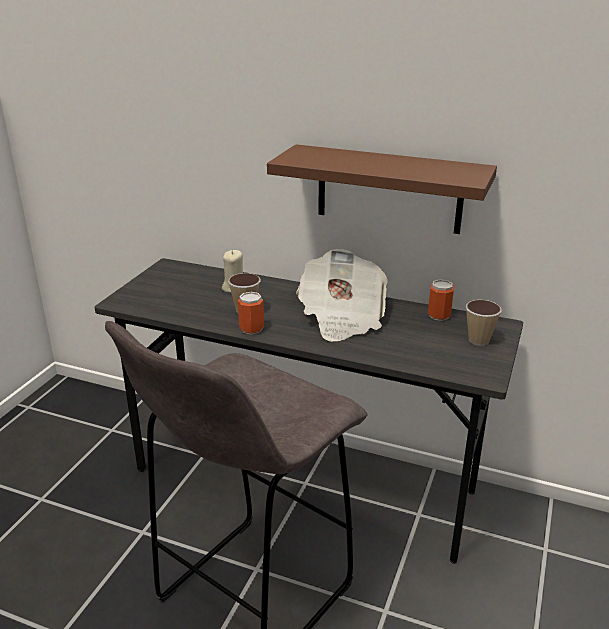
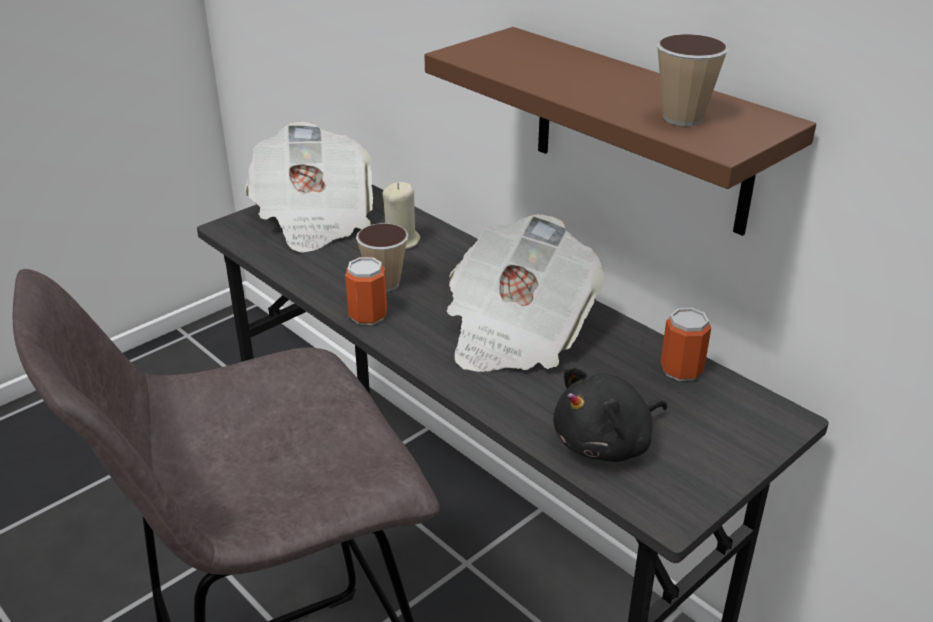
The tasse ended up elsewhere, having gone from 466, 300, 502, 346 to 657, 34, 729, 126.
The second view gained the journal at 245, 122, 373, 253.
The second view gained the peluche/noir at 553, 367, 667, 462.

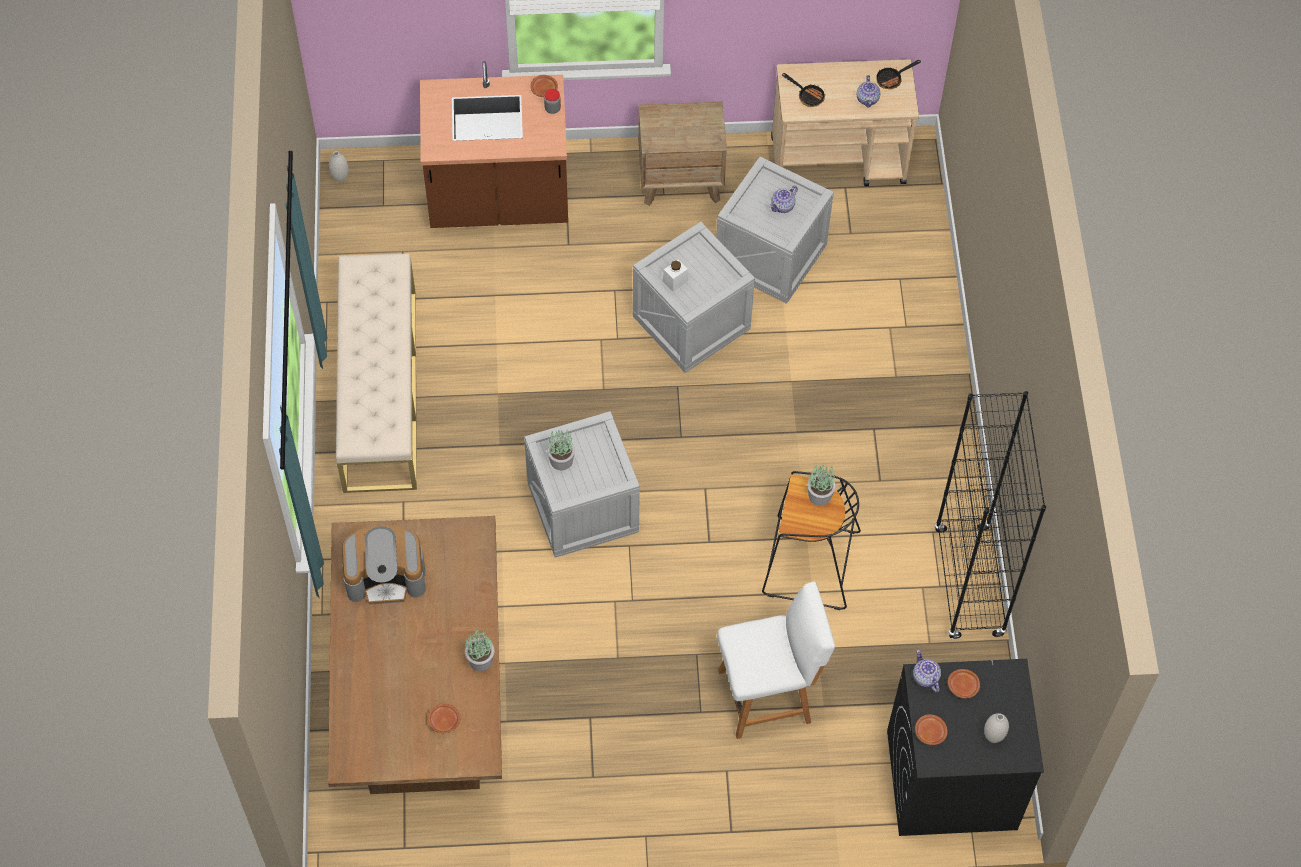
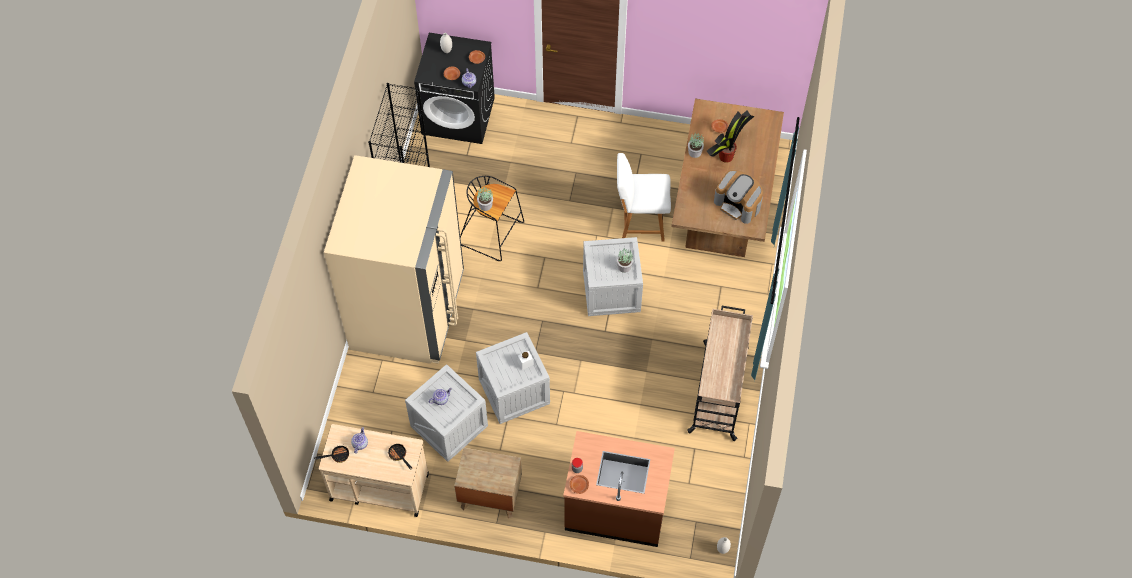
Where the banc/beige stood at 336, 253, 417, 493, the chariot/beige came to stand at 687, 306, 753, 441.
The machine à café at 342, 525, 426, 605 ended up facing another way, 150 degrees counterclockwise from before.
The chaise/blanc ended up elsewhere, having gone from 717, 581, 835, 739 to 617, 153, 671, 242.
The second view gained the réfrigérateur/beige at 324, 155, 464, 364.
The second view gained the plante en pot at 707, 110, 755, 163.

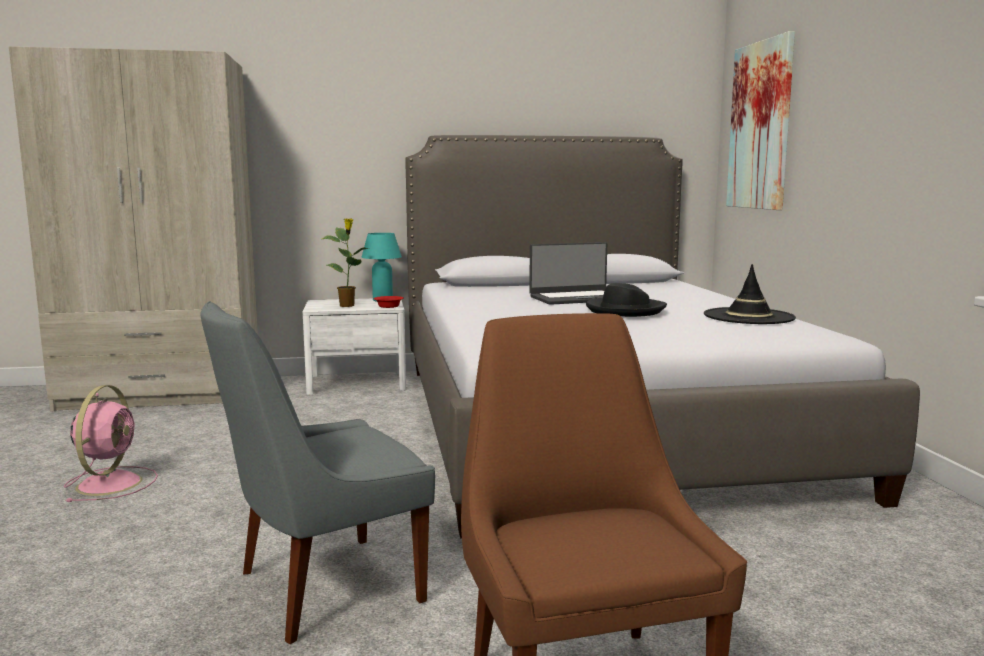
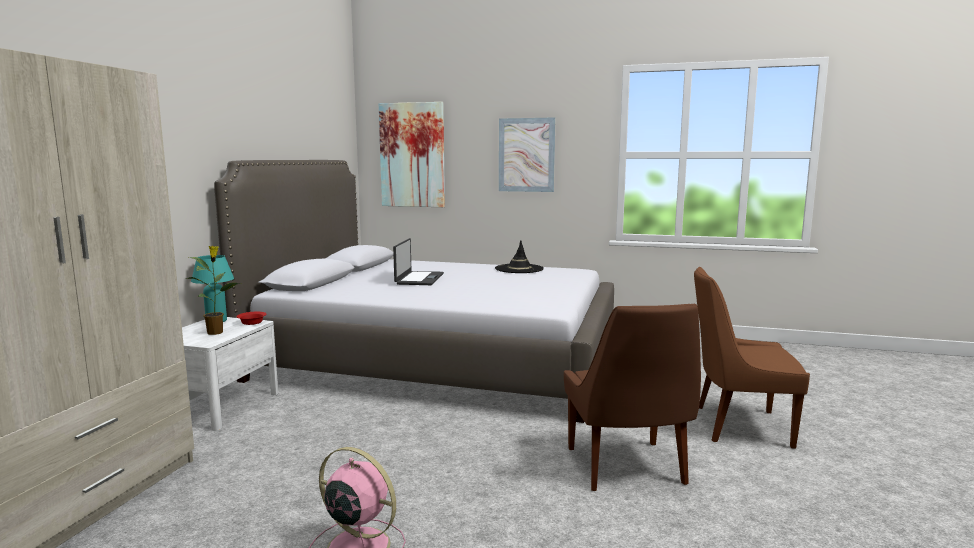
What was the chaise/gris at 200, 301, 435, 644 turned into the chaise/marron at 564, 304, 701, 491.
The second view lost the chapeau/noir at 586, 283, 667, 317.
The second view gained the tableau at 499, 117, 555, 192.

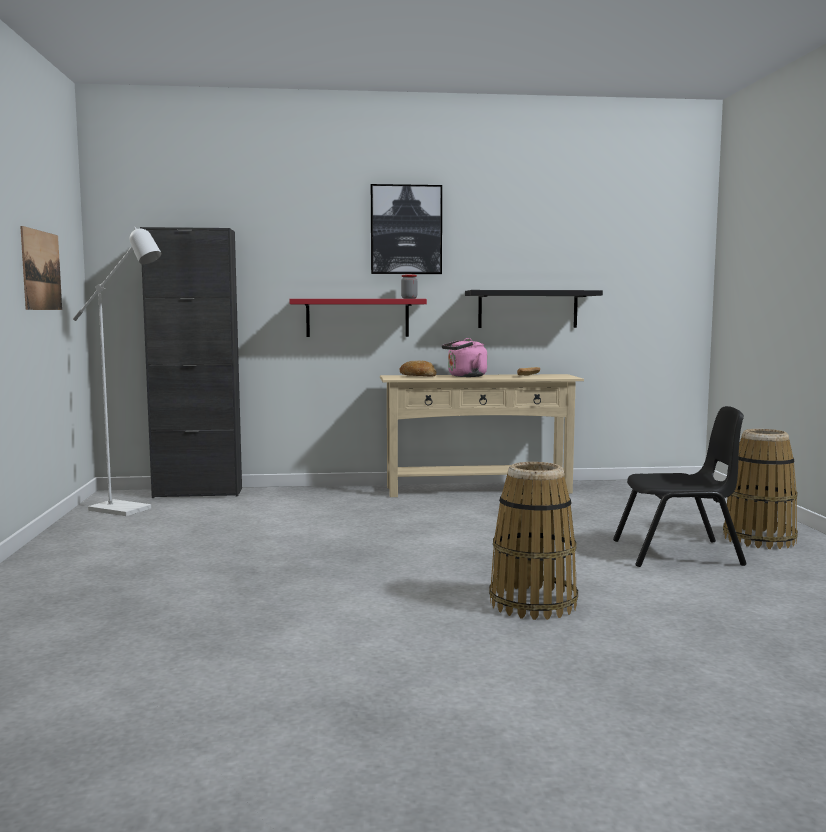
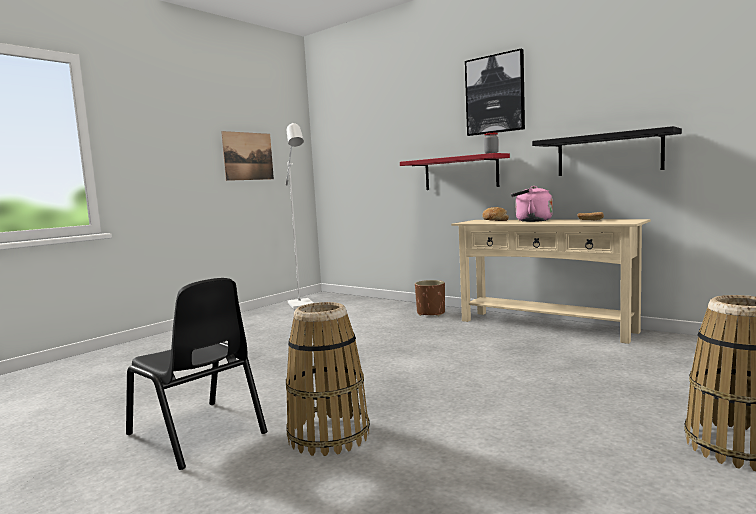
The second view lost the meuble de rangement/noir at 140, 227, 242, 498.
The chaise/noir ended up elsewhere, having gone from 613, 406, 746, 567 to 126, 278, 267, 470.
The second view gained the cache-pot/marron at 415, 280, 445, 316.

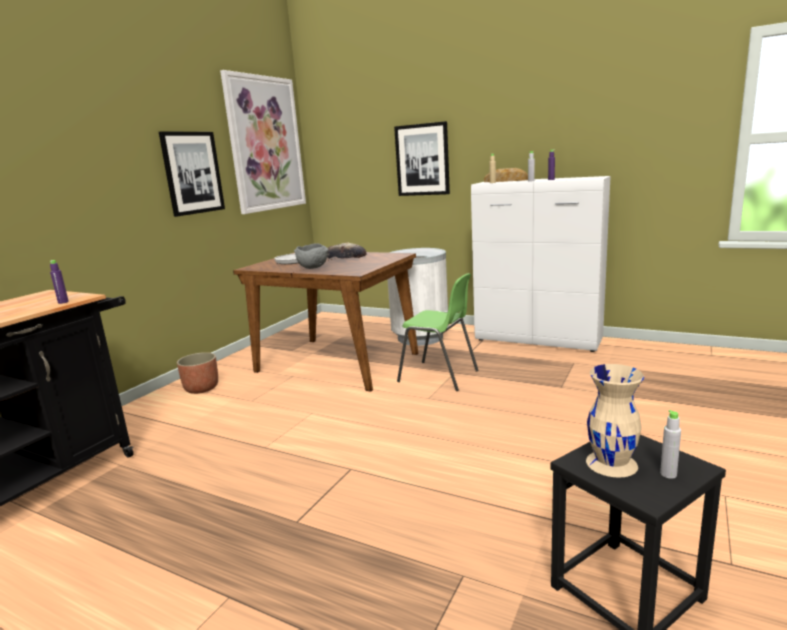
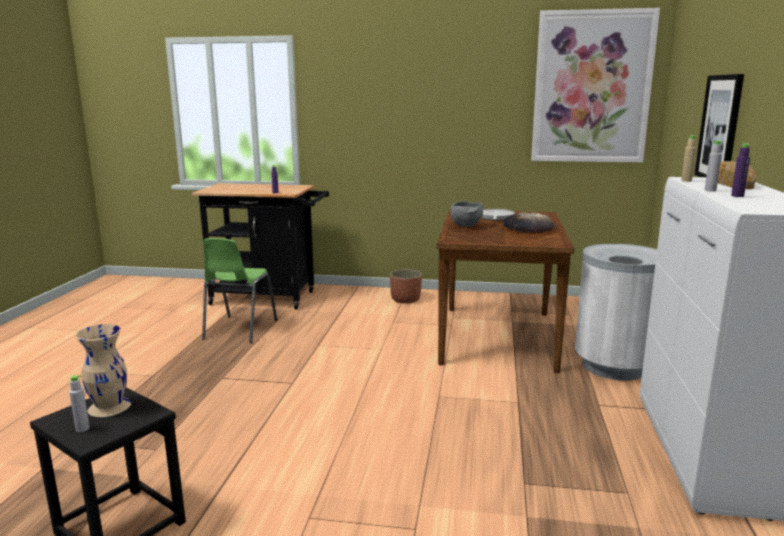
The second view lost the tableau at 159, 131, 225, 217.
The chaise/vert ended up elsewhere, having gone from 397, 273, 479, 391 to 202, 238, 277, 343.

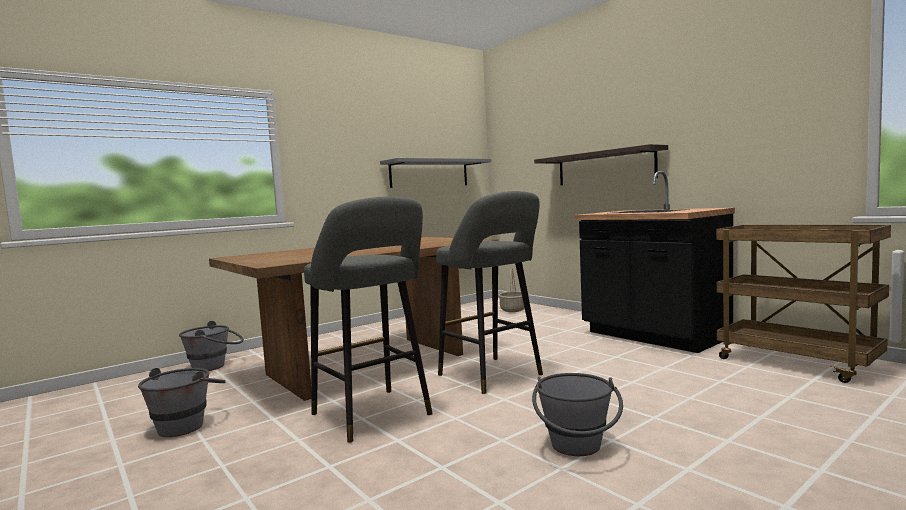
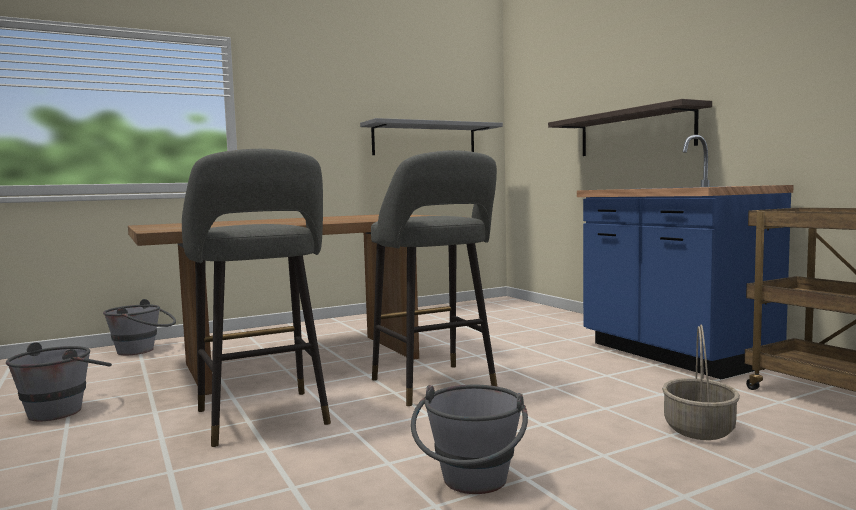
The panier ended up elsewhere, having gone from 499, 268, 524, 312 to 662, 324, 740, 440.
What was the comptoir de cuisine/noir at 575, 171, 735, 353 turned into the comptoir de cuisine/bleu at 577, 135, 794, 379.

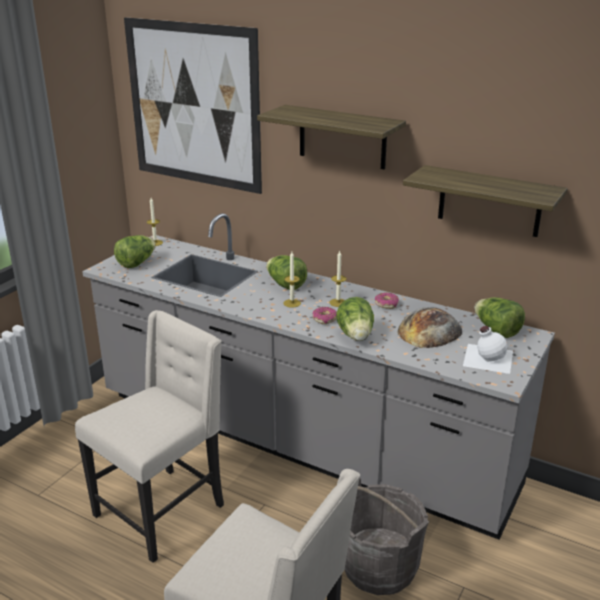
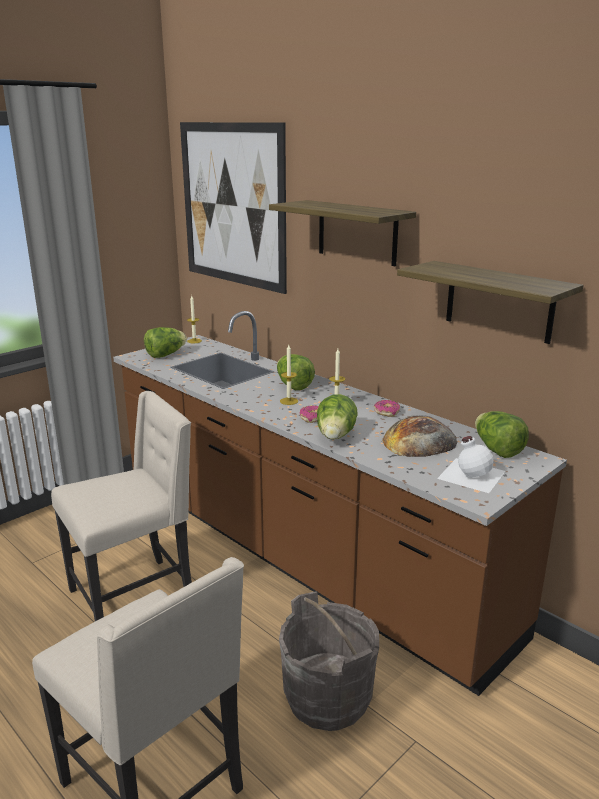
What was the comptoir de cuisine/gris at 82, 213, 555, 540 turned into the comptoir de cuisine/marron at 113, 311, 567, 696.

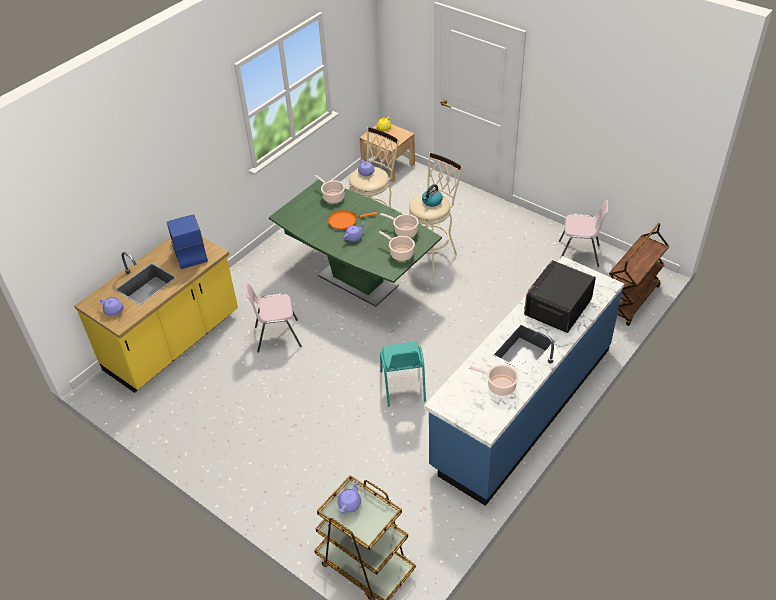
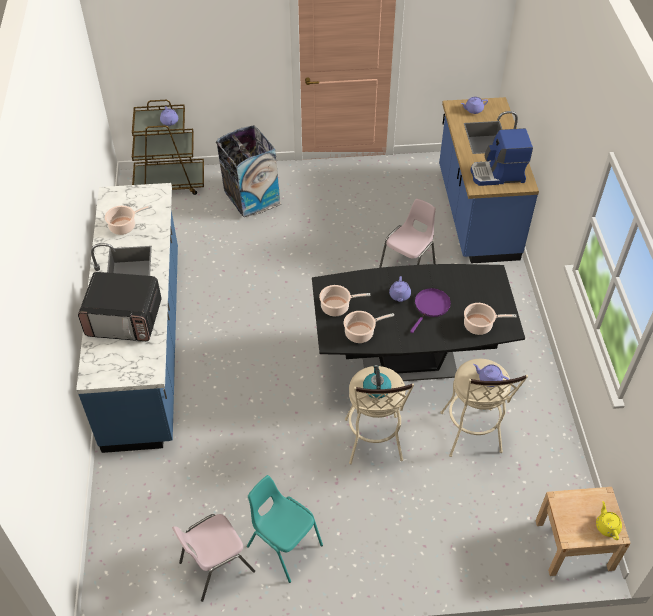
What was the comptoir de cuisine/jaune at 74, 237, 238, 393 turned into the comptoir de cuisine/bleu at 439, 97, 539, 264.
The machine à café at 167, 215, 208, 269 ended up facing another way, 150 degrees clockwise from before.
What was the table à manger/vert at 269, 179, 442, 307 turned into the table à manger/noir at 312, 264, 525, 381.
What was the poêle/orange at 328, 210, 377, 230 turned into the poêle/violet at 410, 288, 451, 333.
The chaise/turquoise ended up elsewhere, having gone from 380, 342, 426, 406 to 247, 475, 323, 583.
The micro-ondes at 524, 260, 596, 333 ended up facing another way, 105 degrees clockwise from before.
The second view lost the chariot/marron at 609, 223, 669, 326.
The second view gained the poubelle at 216, 125, 281, 217.

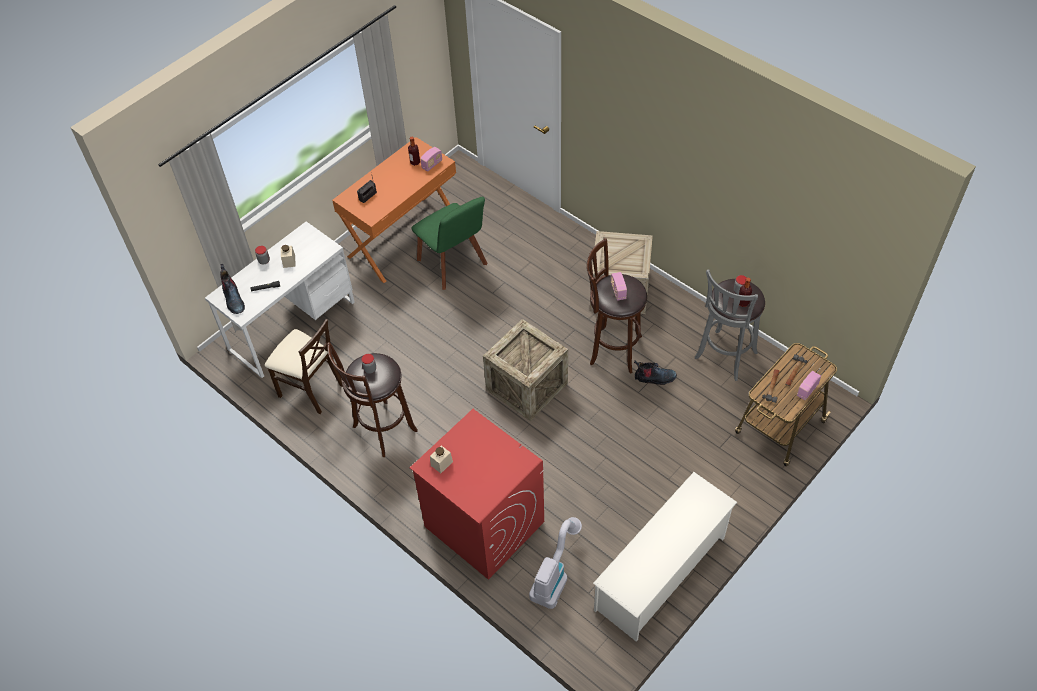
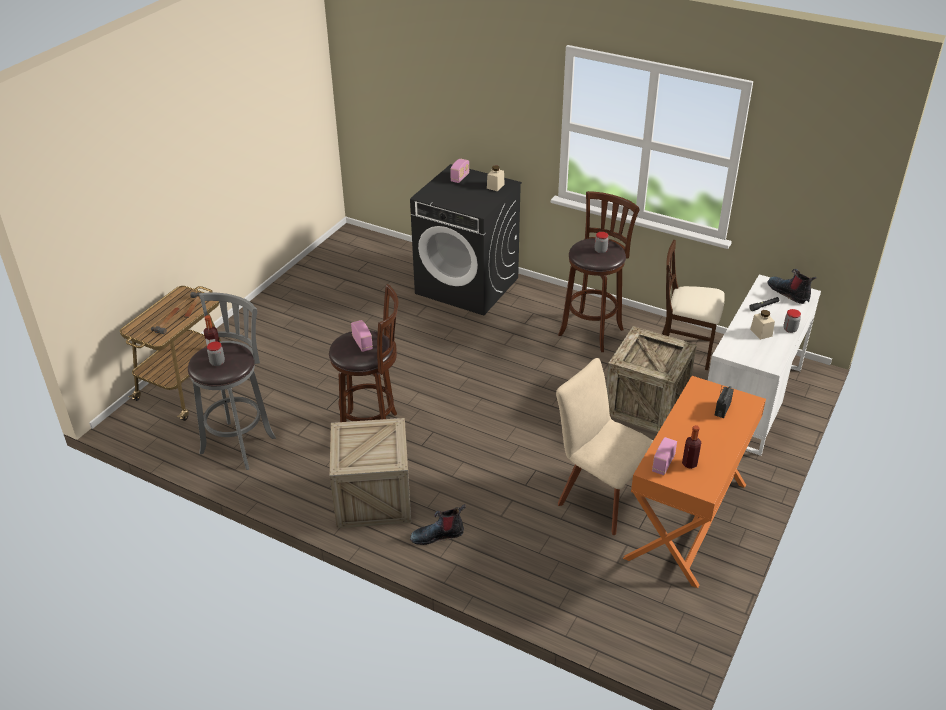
What was the lave-linge/rouge at 410, 409, 544, 580 turned into the lave-linge/noir at 410, 164, 522, 315.
What was the chaise/vert at 411, 197, 487, 290 turned into the chaise/beige at 556, 358, 653, 535.
The caisse ended up elsewhere, having gone from 483, 319, 568, 421 to 606, 326, 697, 432.
The second view lost the aspirateur at 529, 517, 582, 609.
The second view lost the étagère à chaussures/blanc at 593, 472, 737, 642.
The botte ended up elsewhere, having gone from 634, 360, 677, 385 to 410, 504, 466, 545.
The radio ended up elsewhere, having gone from 797, 371, 821, 400 to 450, 159, 469, 183.

